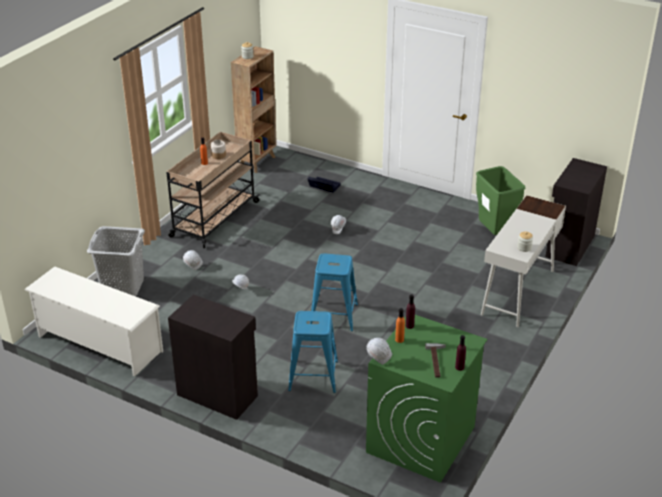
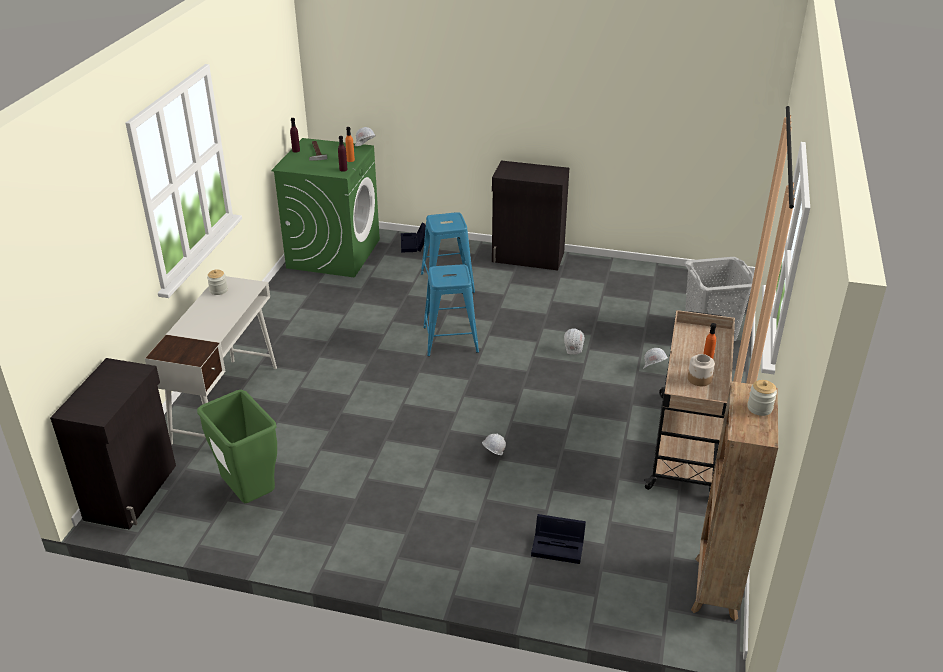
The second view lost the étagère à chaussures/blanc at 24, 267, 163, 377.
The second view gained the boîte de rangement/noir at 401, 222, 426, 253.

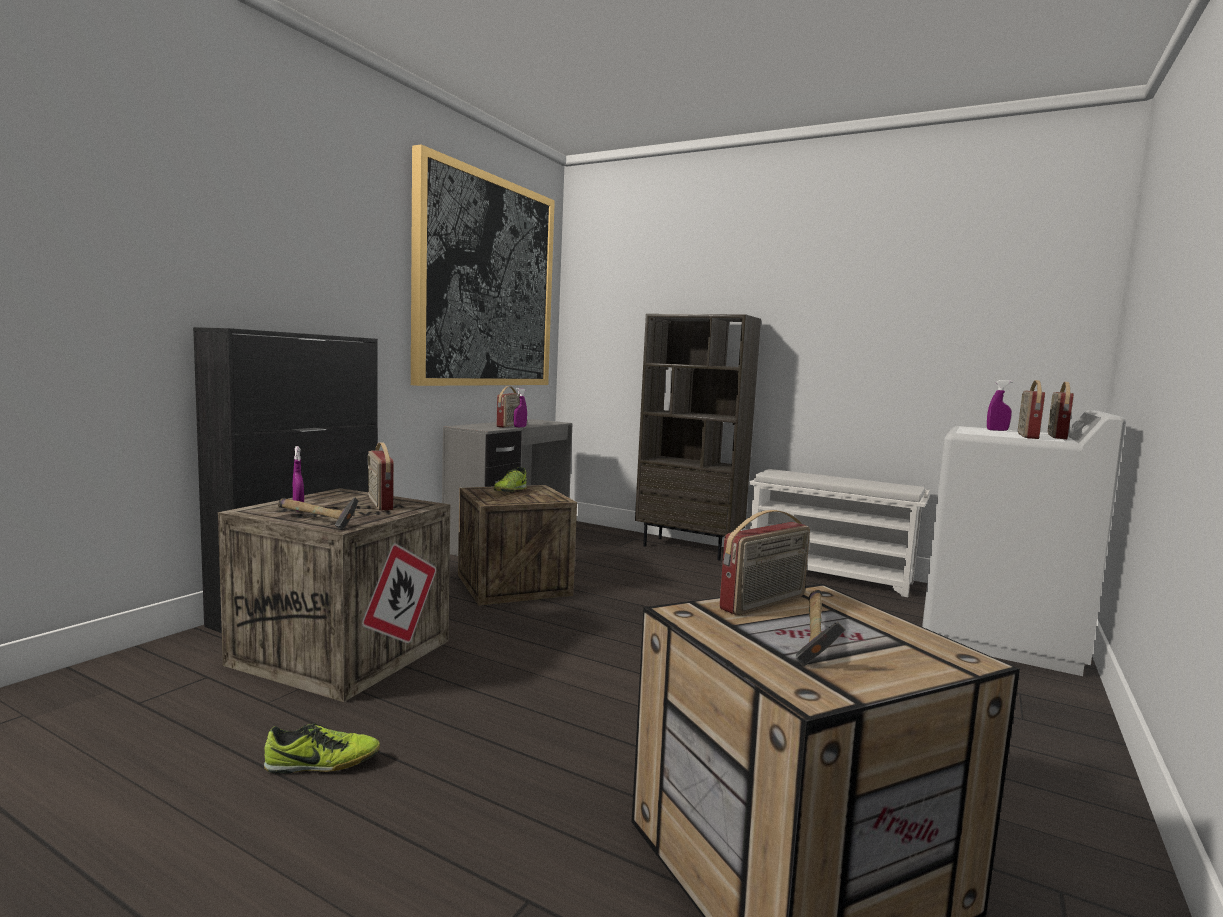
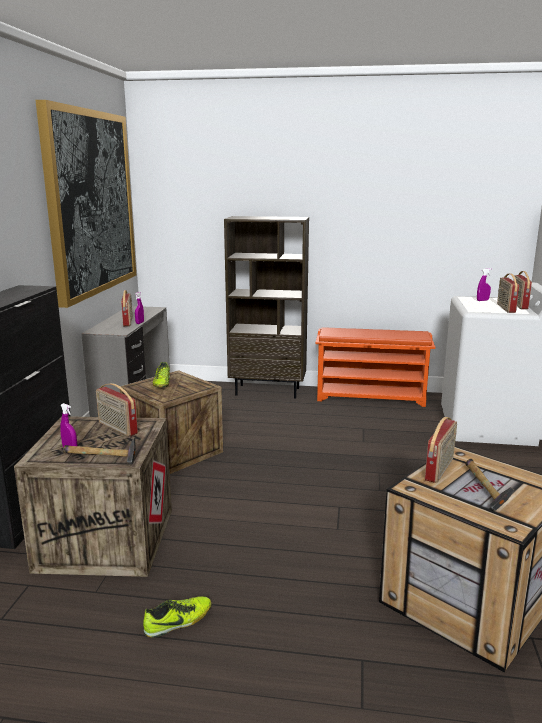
What was the étagère à chaussures/blanc at 748, 469, 930, 597 turned into the étagère à chaussures/orange at 315, 327, 435, 407.

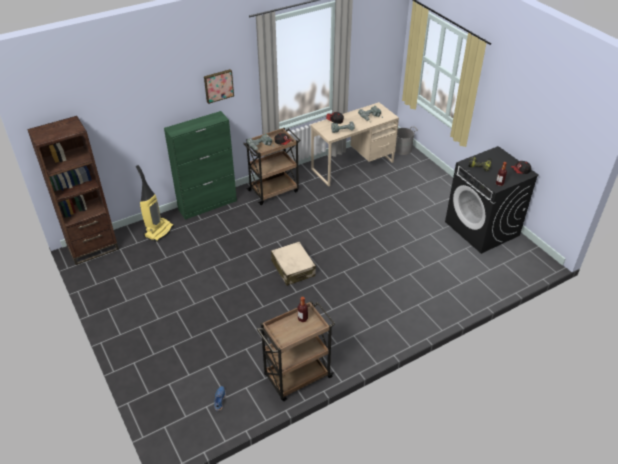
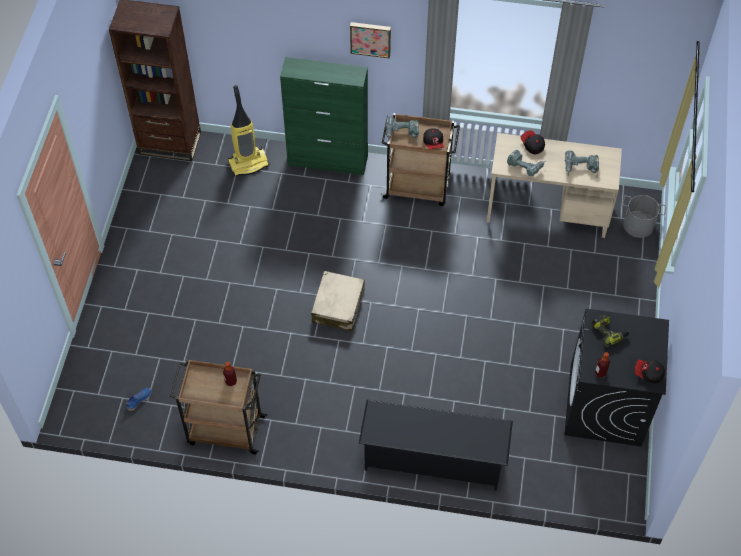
The second view gained the étagère à chaussures/noir at 359, 400, 513, 490.

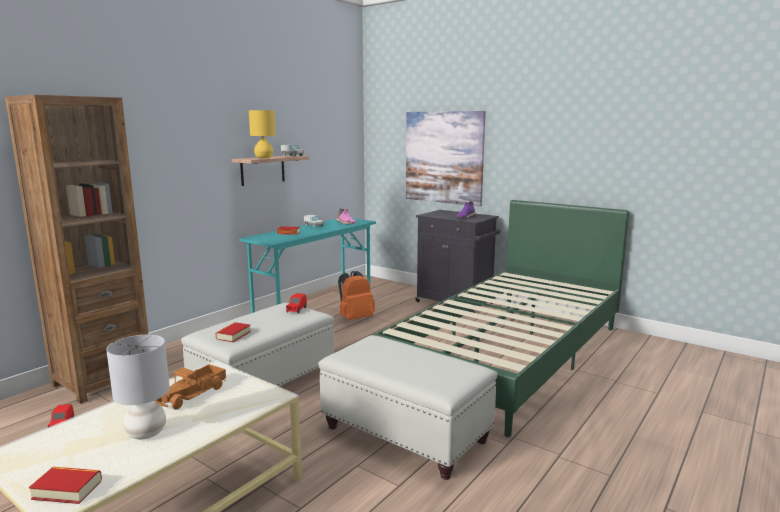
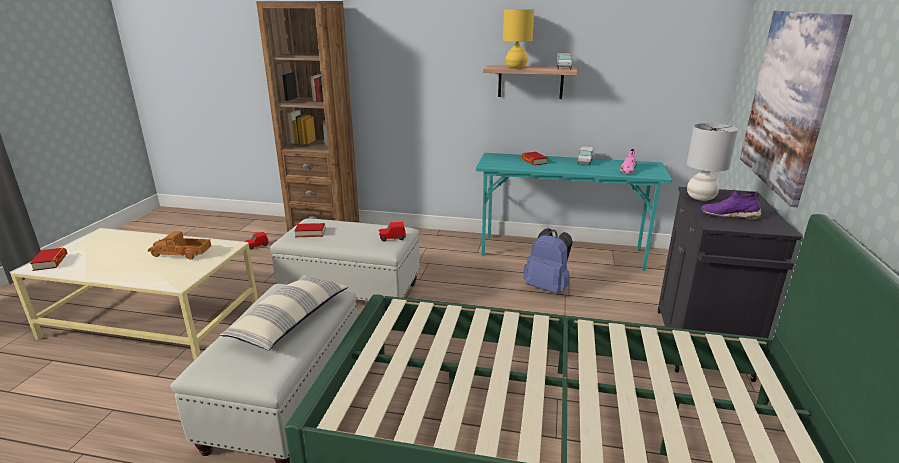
The lampe de table/gris ended up elsewhere, having gone from 106, 335, 170, 439 to 686, 123, 738, 201.
What was the sac à dos/orange at 338, 271, 375, 320 turned into the sac à dos/bleu at 523, 228, 573, 293.
The second view gained the coussin at 220, 275, 348, 351.

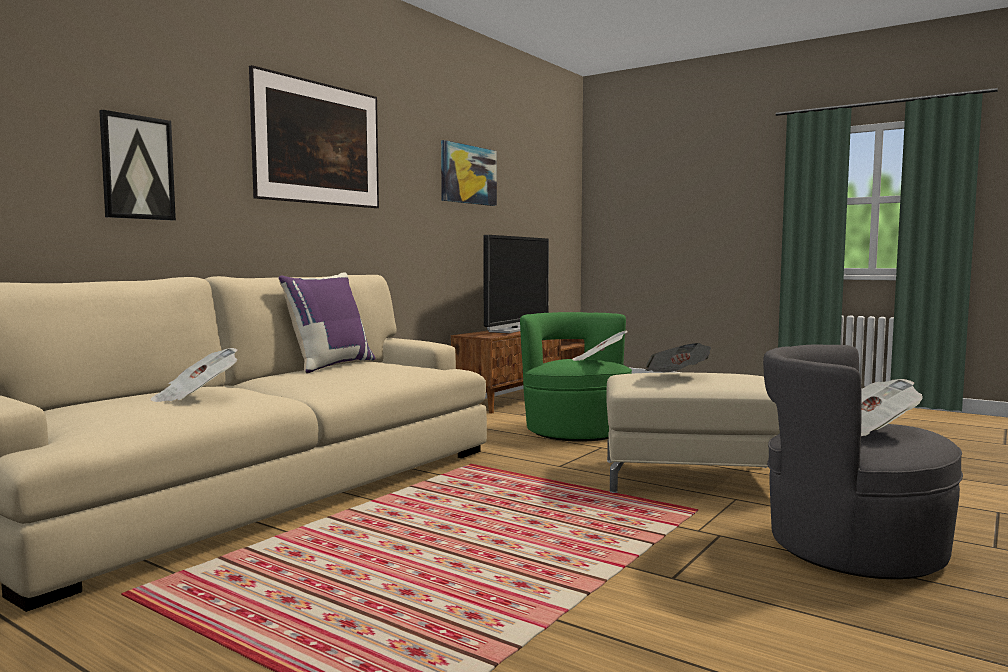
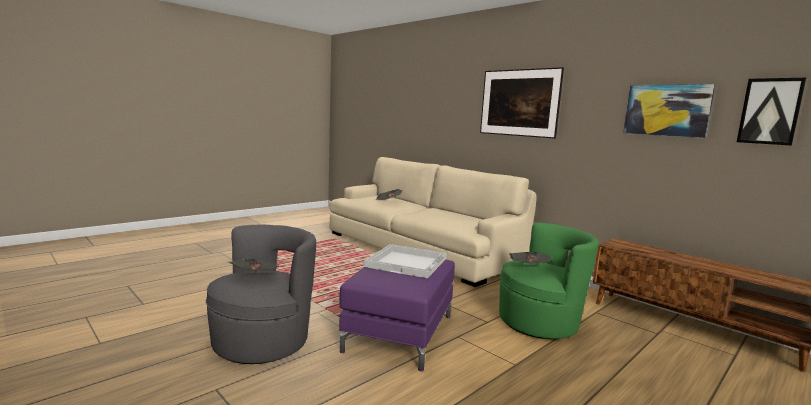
The tableau ended up elsewhere, having gone from 99, 110, 176, 220 to 737, 78, 806, 146.
The second view lost the coussin/violet at 278, 272, 375, 373.
The second view lost the téléviseur at 483, 235, 549, 333.
What was the pouf/beige at 606, 373, 780, 493 turned into the pouf/violet at 339, 260, 455, 372.
Where the journal stood at 645, 343, 711, 372, the plateau/blanc came to stand at 364, 244, 447, 278.

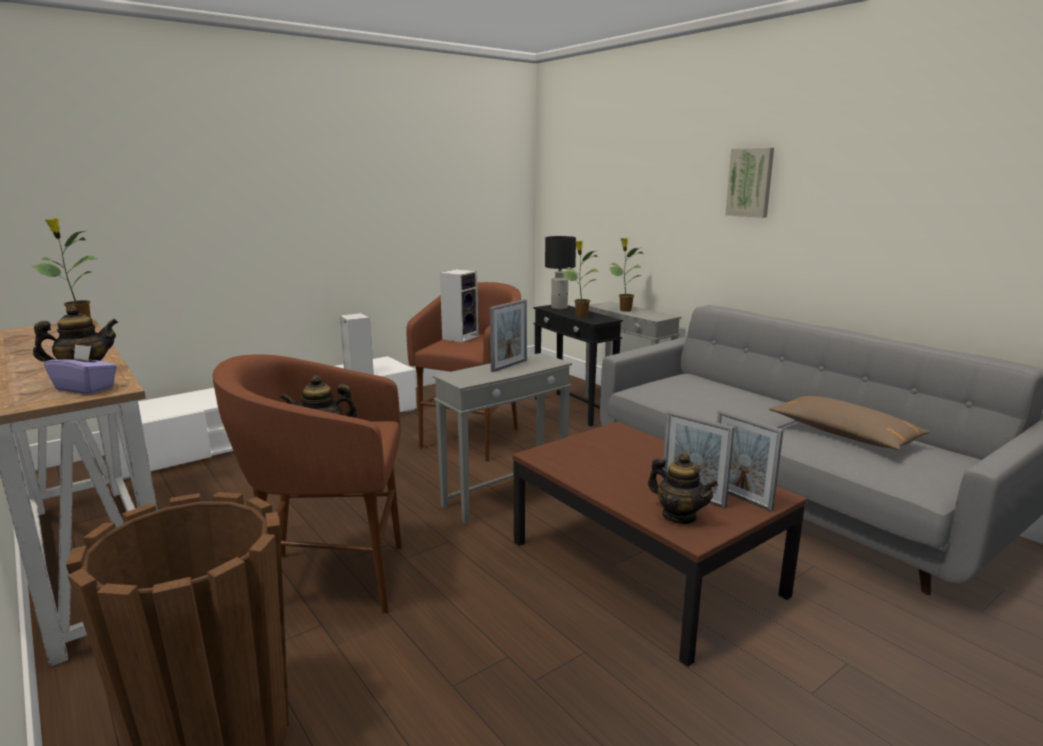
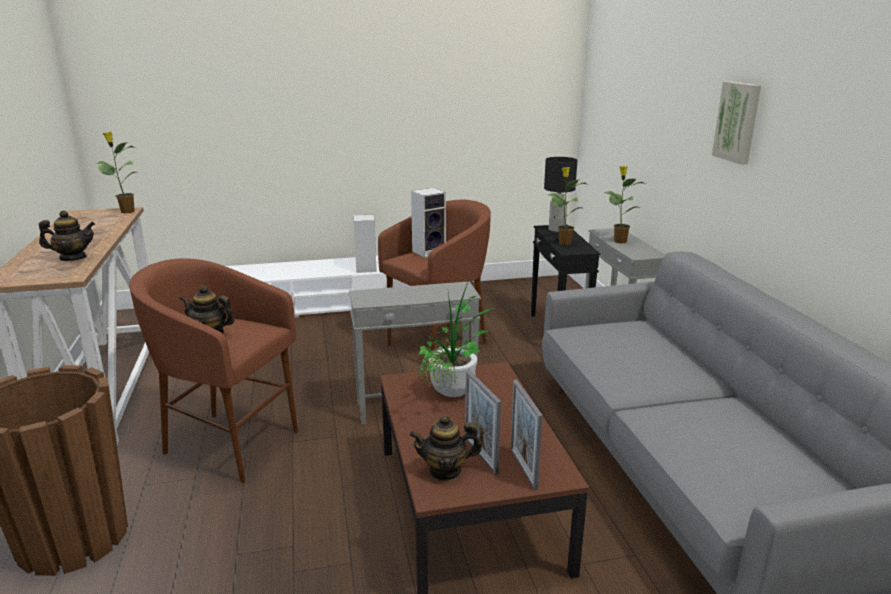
The second view lost the boîte à mouchoirs/violet at 44, 344, 117, 394.
The second view lost the cadre photo at 490, 299, 527, 372.
The théière at 648, 453, 718, 524 ended up facing another way, 105 degrees clockwise from before.
The second view lost the coussin/marron at 769, 396, 931, 450.
The second view gained the plante en pot at 418, 275, 495, 397.

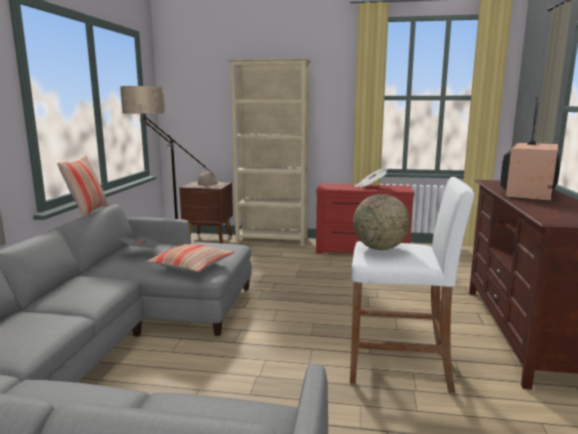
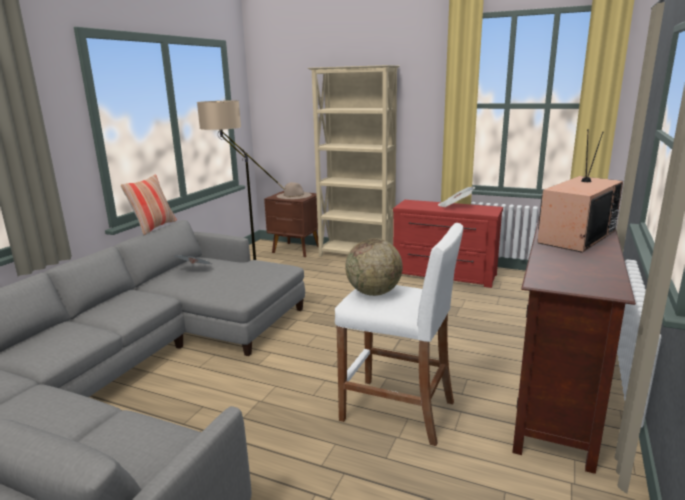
The second view lost the coussin at 146, 244, 234, 272.

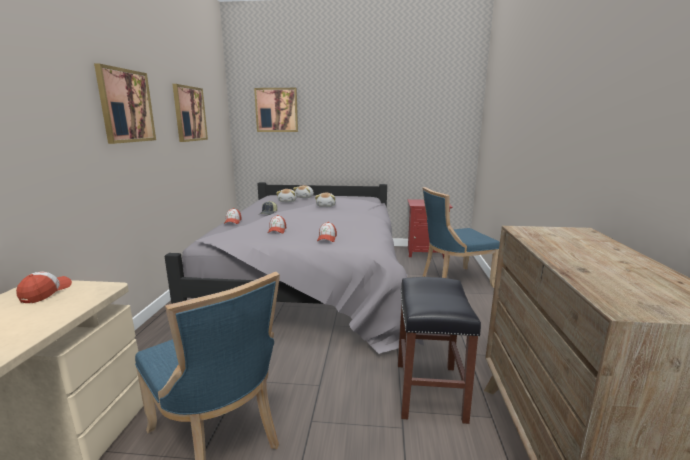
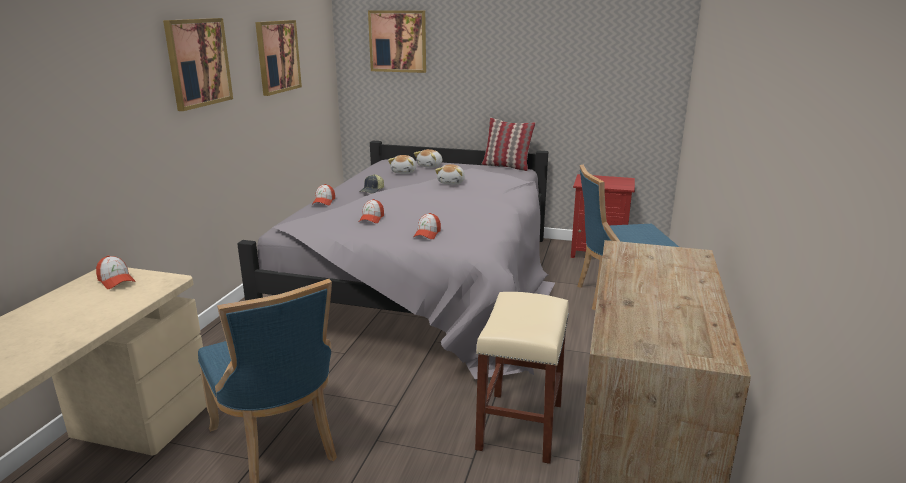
The casquette at 16, 272, 72, 303 ended up facing another way, 120 degrees clockwise from before.
What was the tabouret/noir at 398, 277, 481, 424 turned into the tabouret/beige at 475, 292, 569, 464.
The second view gained the coussin at 482, 118, 535, 171.

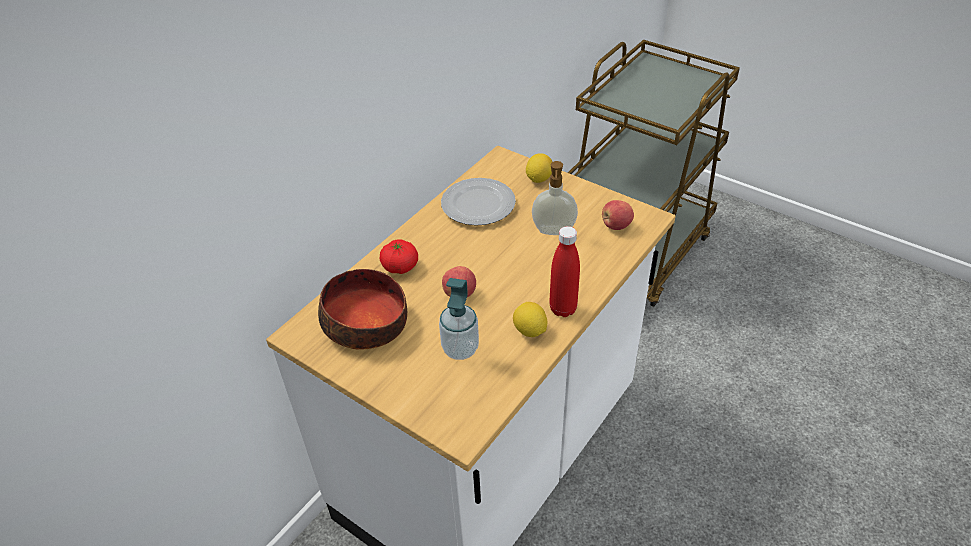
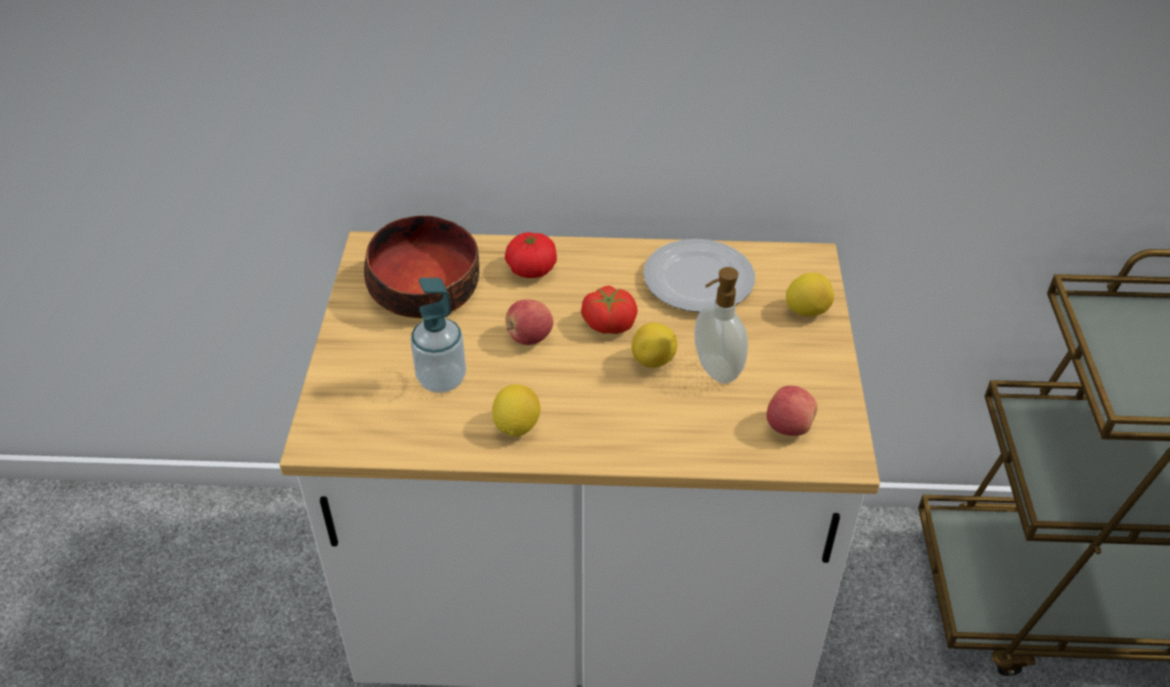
The second view lost the bouteille/rouge at 549, 226, 580, 317.
The second view gained the tomate at 581, 286, 638, 334.
The second view gained the citron at 631, 323, 677, 368.

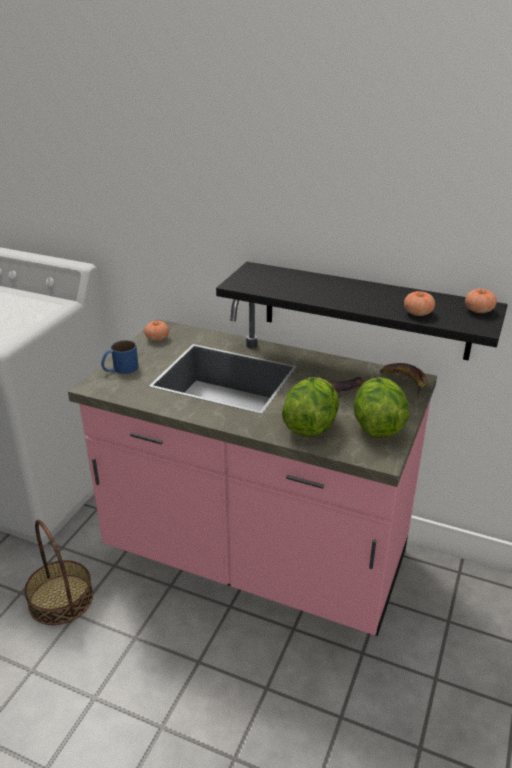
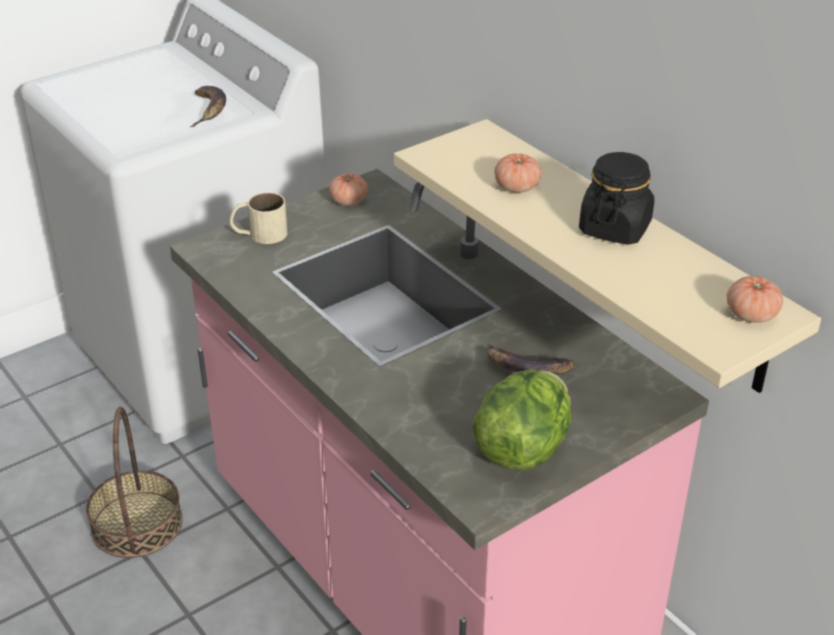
What was the mug/bleu at 101, 340, 139, 374 turned into the mug/beige at 229, 192, 288, 244.
What was the étagère/noir at 216, 262, 507, 361 turned into the étagère/beige at 394, 119, 821, 393.
The second view lost the laitue at 282, 377, 339, 437.
The banane ended up elsewhere, having gone from 380, 363, 427, 396 to 191, 86, 226, 127.
The tomate ended up elsewhere, having gone from 404, 291, 435, 316 to 494, 154, 542, 193.
The second view gained the bocal/noir at 579, 152, 654, 245.

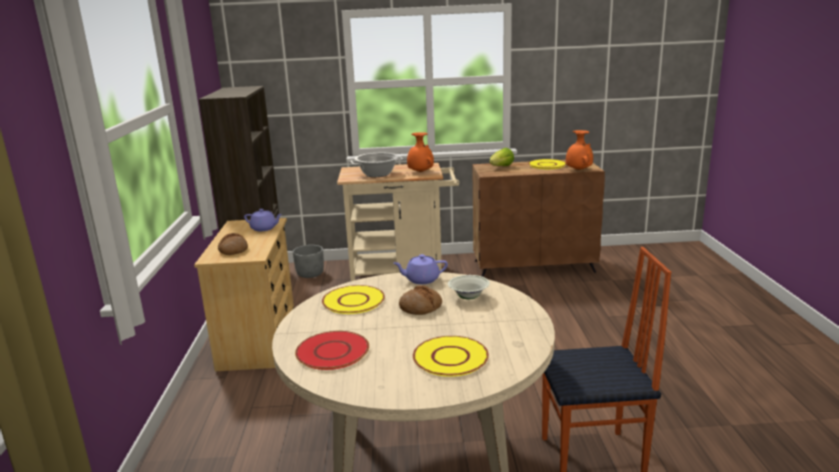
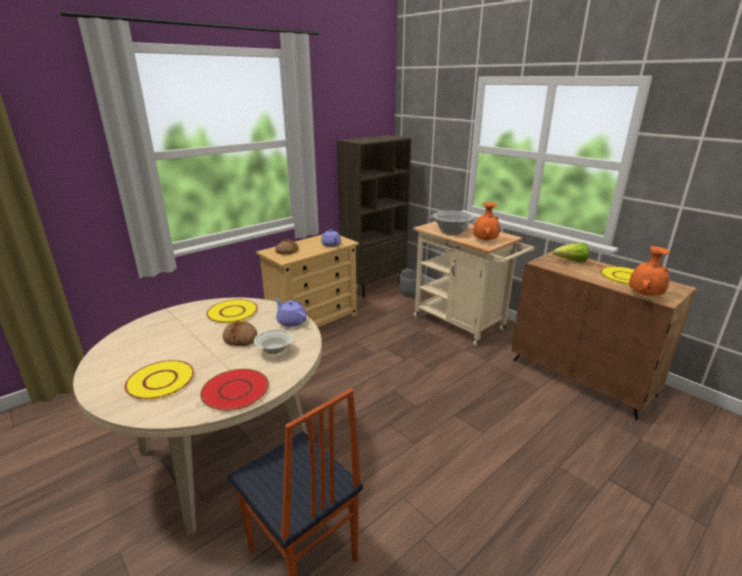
The assiette/rouge ended up elsewhere, having gone from 295, 331, 369, 370 to 200, 369, 269, 411.

